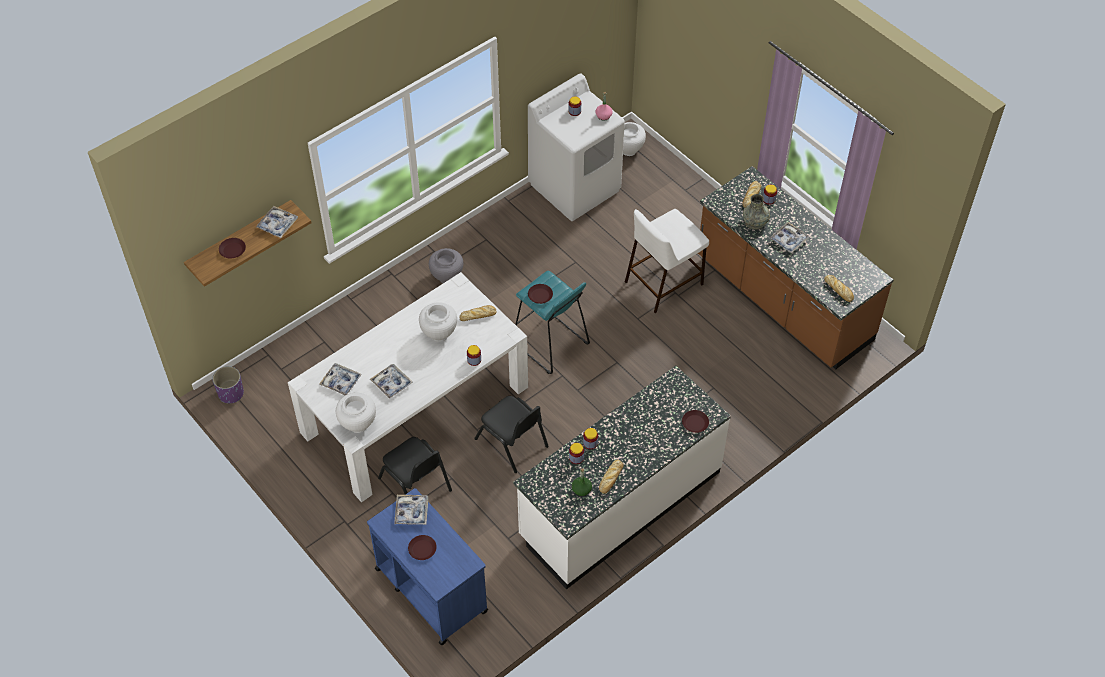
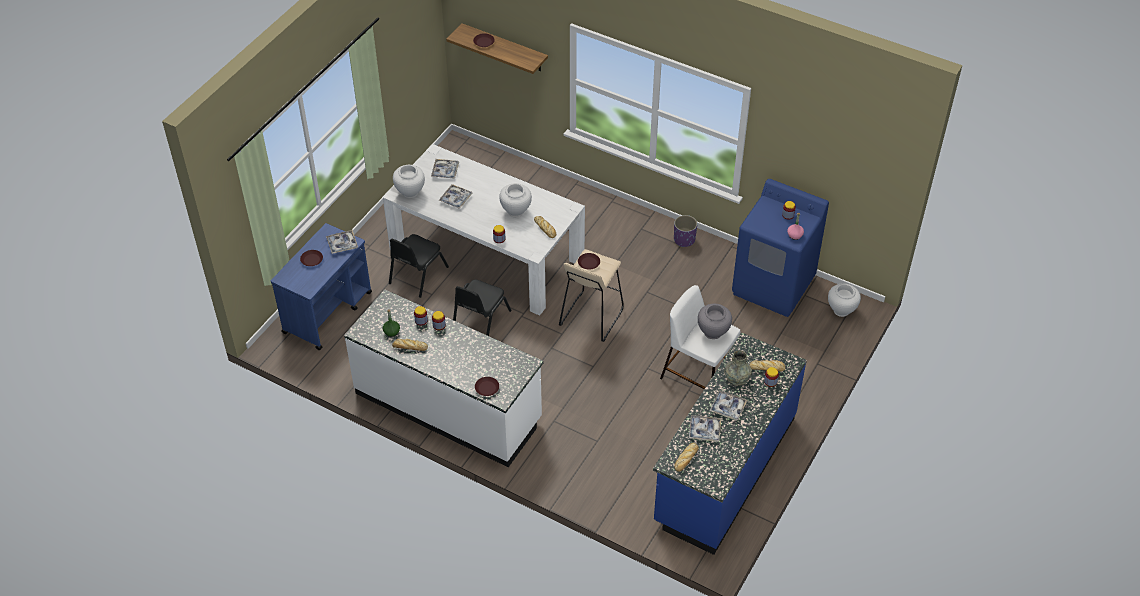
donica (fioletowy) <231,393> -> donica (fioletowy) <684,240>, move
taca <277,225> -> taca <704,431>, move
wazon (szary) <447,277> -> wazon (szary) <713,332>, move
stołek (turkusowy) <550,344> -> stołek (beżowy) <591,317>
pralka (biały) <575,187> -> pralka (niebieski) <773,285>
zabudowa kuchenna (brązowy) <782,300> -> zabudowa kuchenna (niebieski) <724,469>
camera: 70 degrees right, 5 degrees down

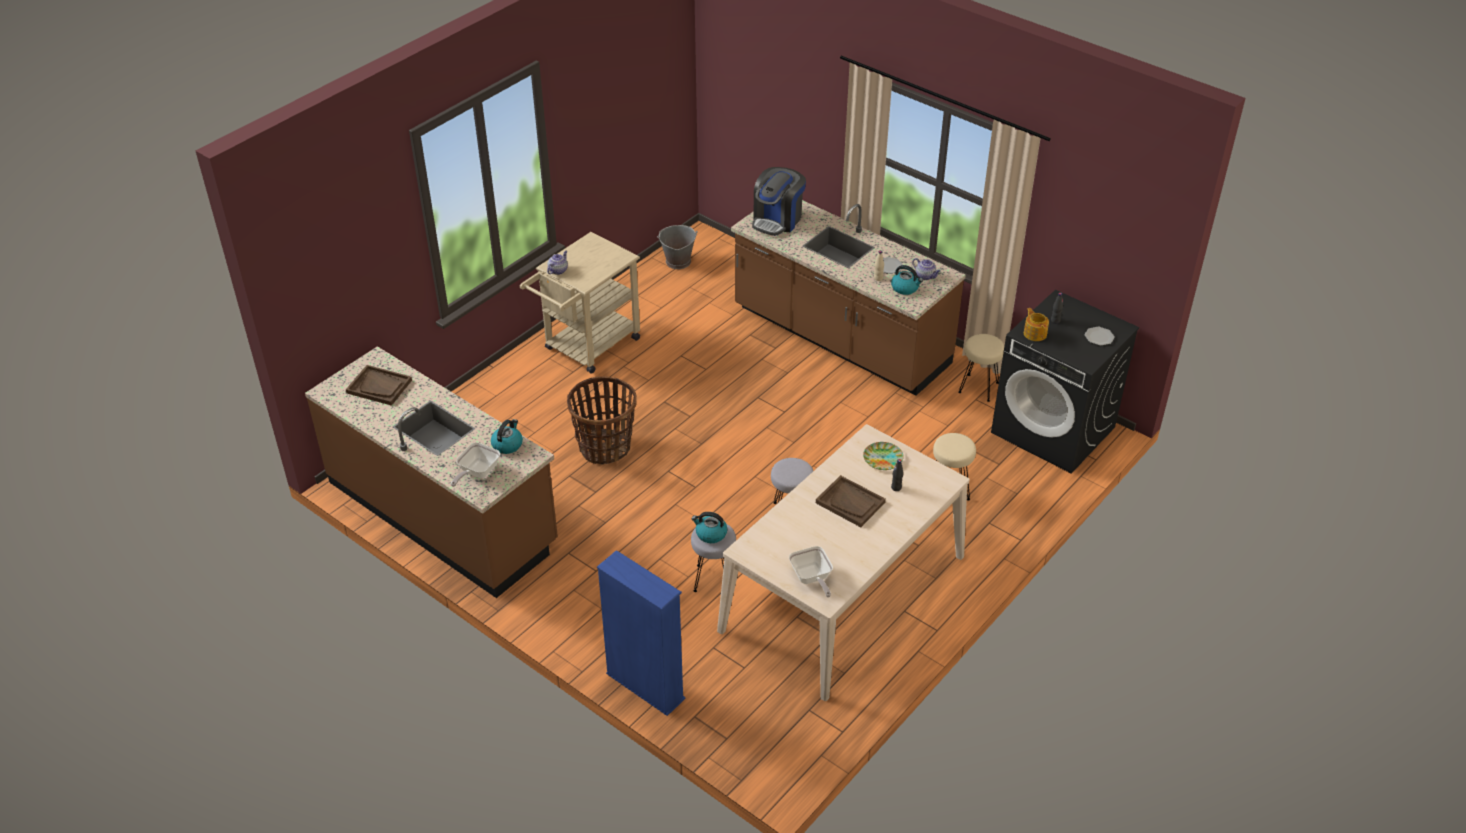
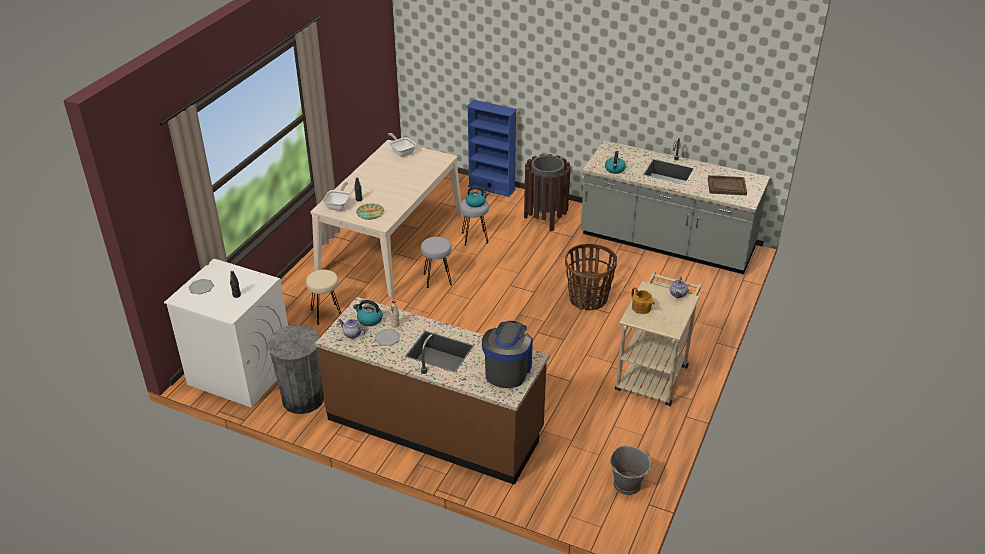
taca (brązowy) <850,502> -> none
none -> kosz na śmieci (brązowy) <545,218>
patelnia <477,473> -> patelnia <339,205>, move
imbryk <1035,333> -> imbryk <641,308>, move
stołek (beżowy) <979,388> -> kosz na śmieci (szary) <303,399>
zabudowa kuchenna (brązowy) <443,513> -> zabudowa kuchenna (szary) <666,243>
pralka (czarny) <1054,430> -> pralka (biały) <240,373>
camera: 165 degrees right, 5 degrees down

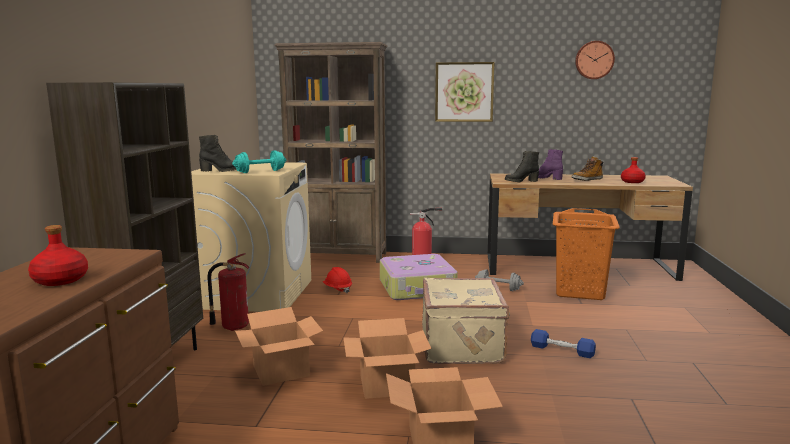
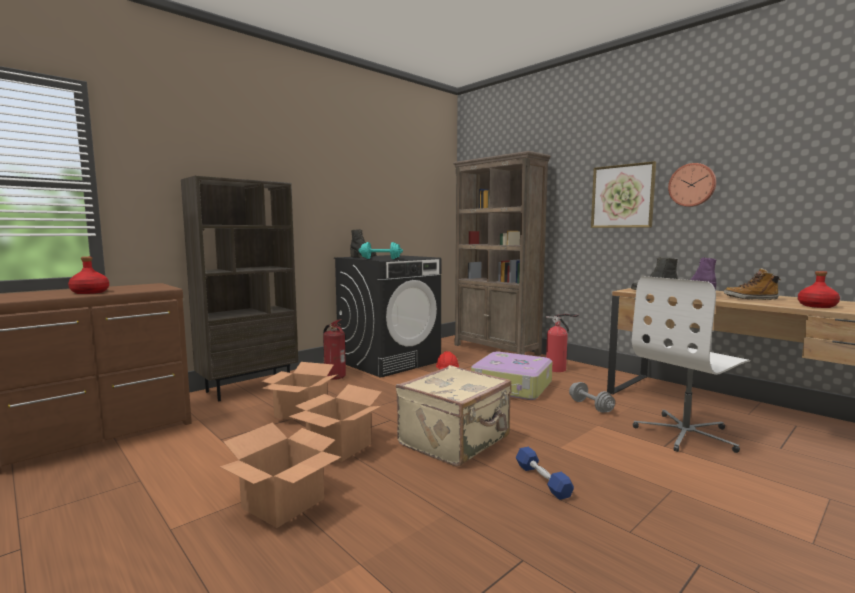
zegar ścienny <594,60> -> zegar ścienny <692,185>, move
kosz na pranie (pomarańczowy) <579,291> -> krzesło biurowe (biały) <686,434>
pralka (beżowy) <257,294> -> pralka (czarny) <389,361>
camera: 40 degrees right, 5 degrees down

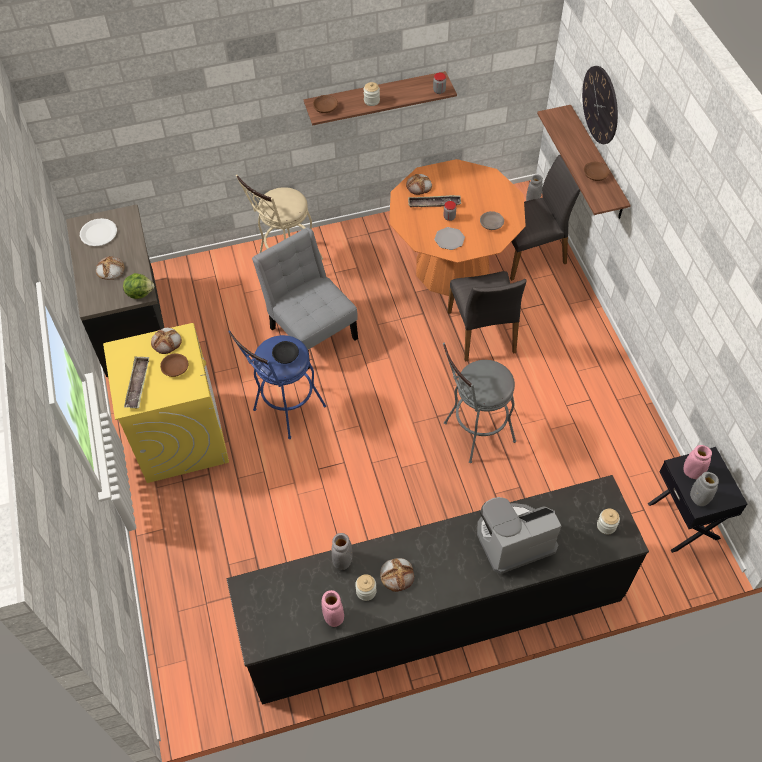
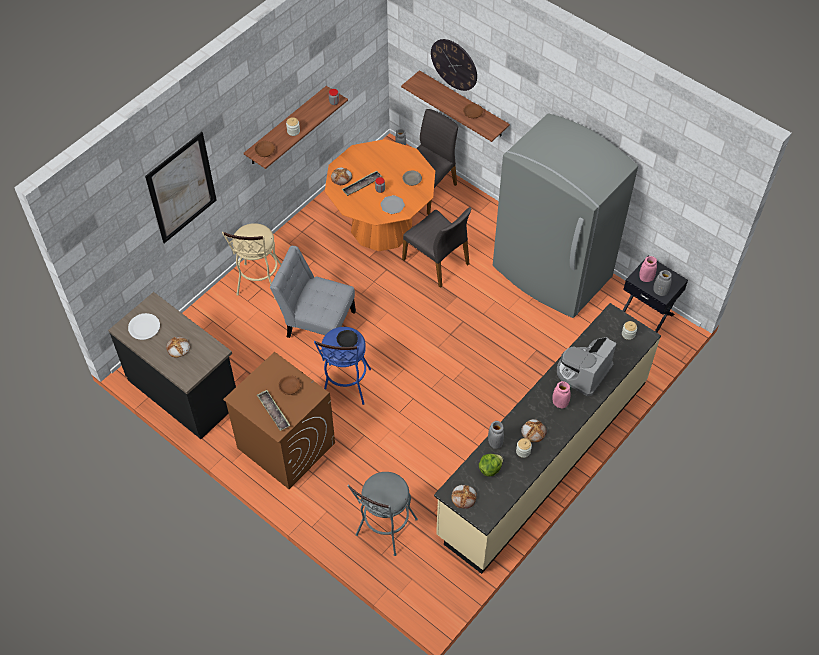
none -> obraz <182,188>
none -> lodówka (szary) <551,273>
sałata <140,293> -> sałata <490,468>, move
chleb <167,342> -> chleb <464,497>, move
wazon (różowy) <333,617> -> wazon (różowy) <560,403>, move
stołek (szary) <473,434> -> stołek (szary) <383,531>, move
pralka (żółty) <180,436> -> pralka (brązowy) <285,445>
zabudowa kuchenna (czarny) <434,614> -> zabudowa kuchenna (beżowy) <543,457>
camera: 35 degrees left, 0 degrees up

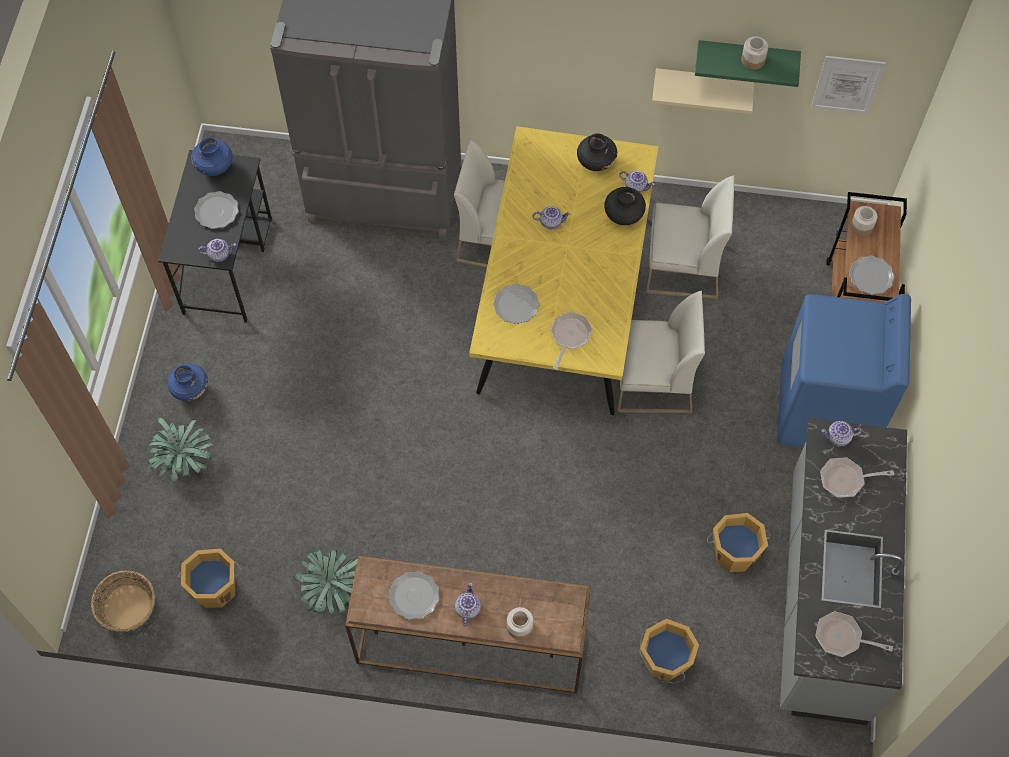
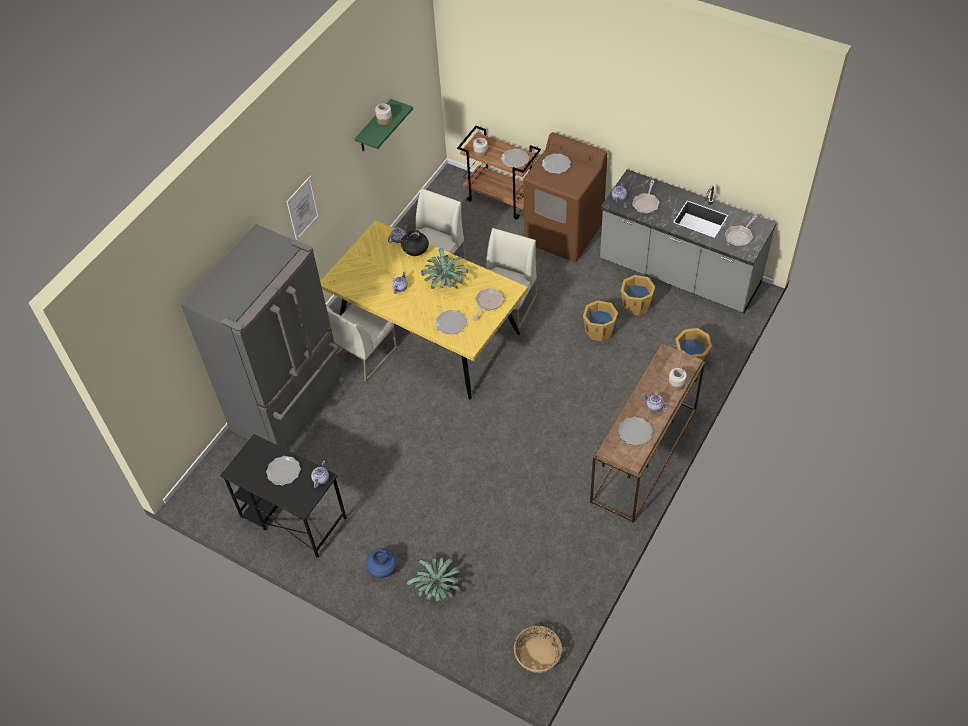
wazon (niebieski) <215,167> -> none
wazon (czarny) <595,162> -> none
półka (beżowy) <703,84> -> none
none -> talerz <556,165>
wiadro (pomarańczowy) <215,587> -> wiadro (pomarańczowy) <598,331>, move
roślina doniczkowa <332,589> -> roślina doniczkowa <445,282>, move
obraz <847,84> -> obraz <303,208>, move
pralka (niebieski) <826,410> -> pralka (brązowy) <564,234>
patelnia <569,337> -> patelnia <487,303>, 75 degrees clockwise
camera: 65 degrees left, 10 degrees down

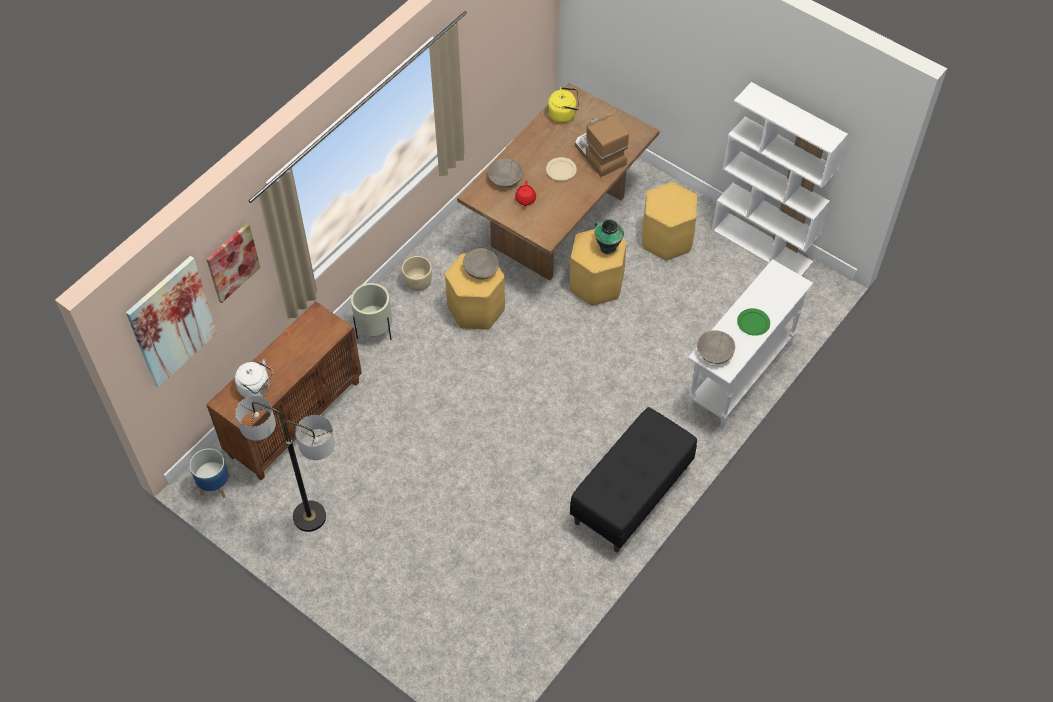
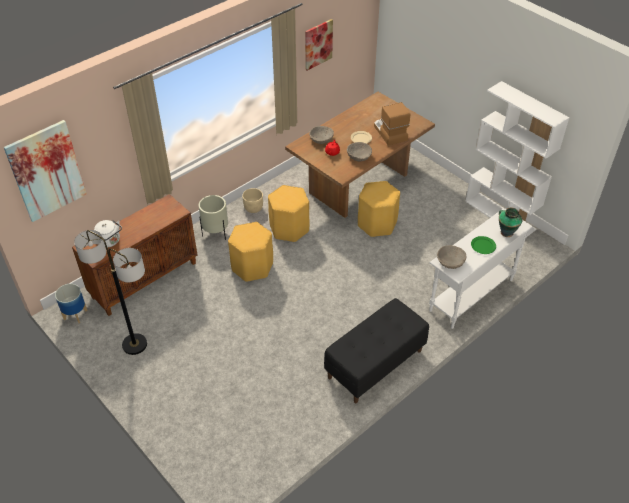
czajnik (żółty) <564,114> -> none
obraz <232,262> -> obraz <318,44>, move
miska (beżowy) <481,269> -> miska (beżowy) <359,155>, move
wazon <607,247> -> wazon <506,232>, move
stołek (żółty) <666,239> -> stołek (żółty) <252,267>, move
camera: 10 degrees right, 10 degrees down

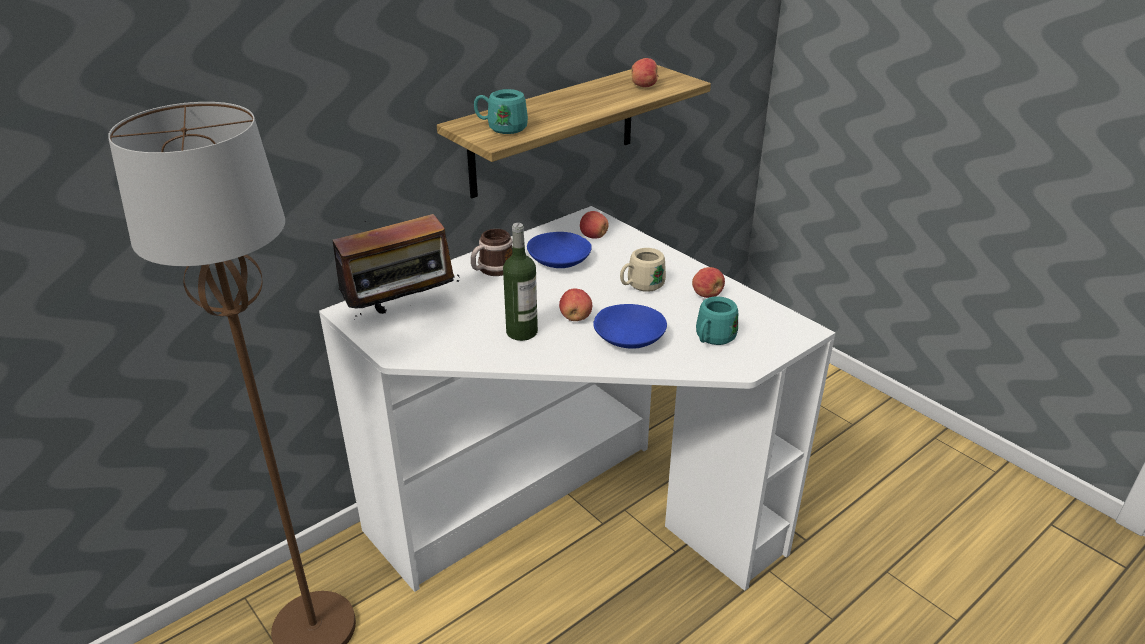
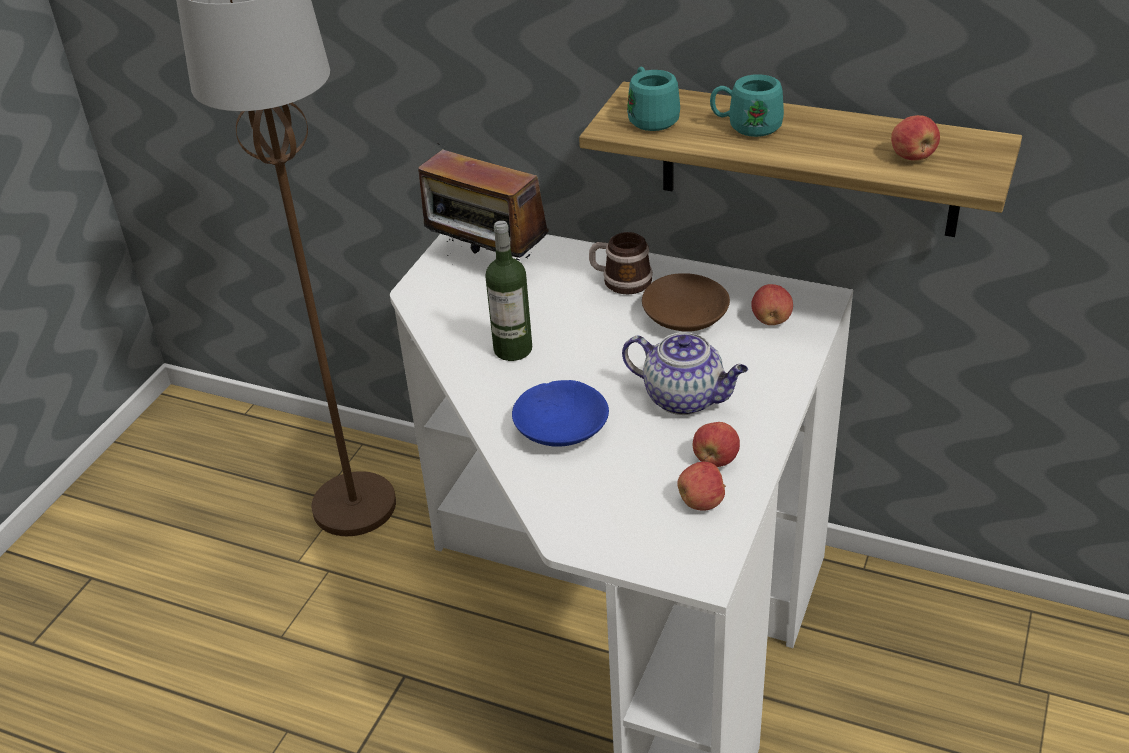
jabłko <575,317> -> jabłko <702,502>, move
kubek (turkusowy) <712,339> -> kubek (turkusowy) <746,127>, move
kubek (beżowy) <640,286> -> imbryk <685,398>
miska (niebieski) <560,261> -> miska (brązowy) <686,318>
camera: 65 degrees right, 5 degrees up

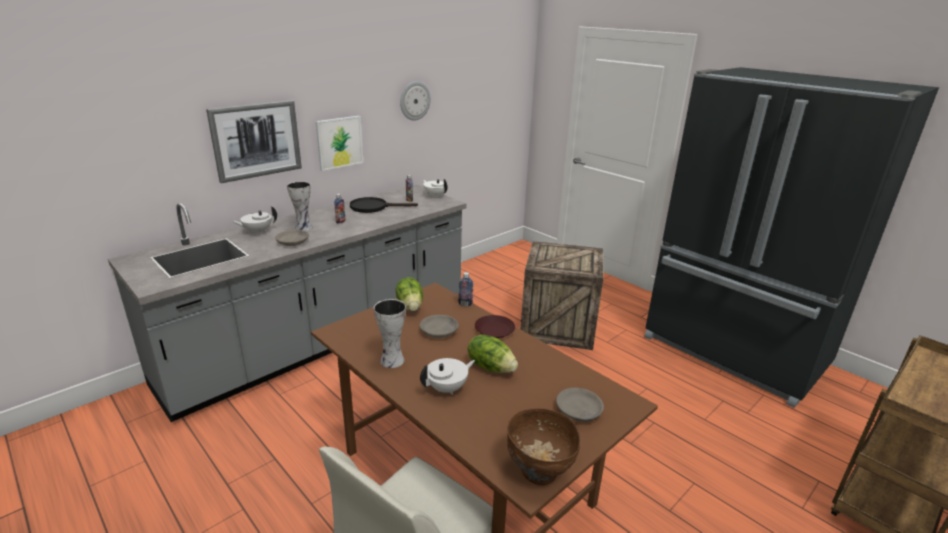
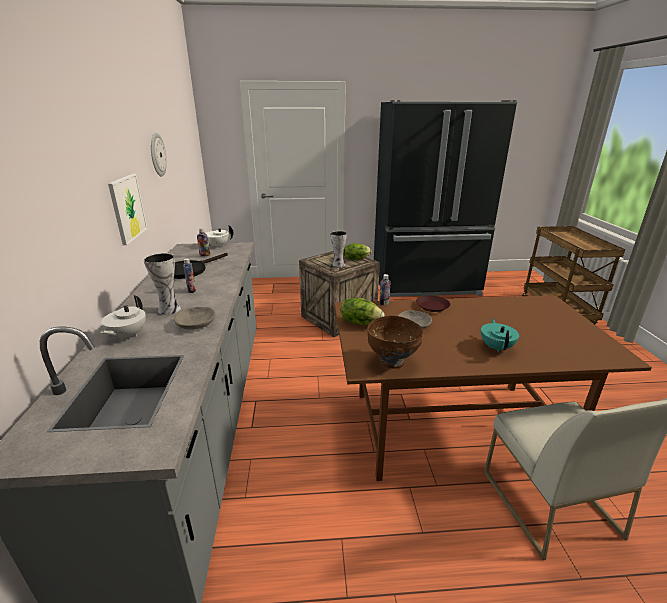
obraz <256,140> -> none
miska (szary) <578,411> -> none
wazon <391,360> -> wazon <338,265>, move
sałata <491,367> -> sałata <356,259>, move
miska (brązowy) <539,472> -> miska (brązowy) <392,362>, move
imbryk (biały) <447,388> -> imbryk (turkusowy) <496,347>
camera: 50 degrees left, 0 degrees up

